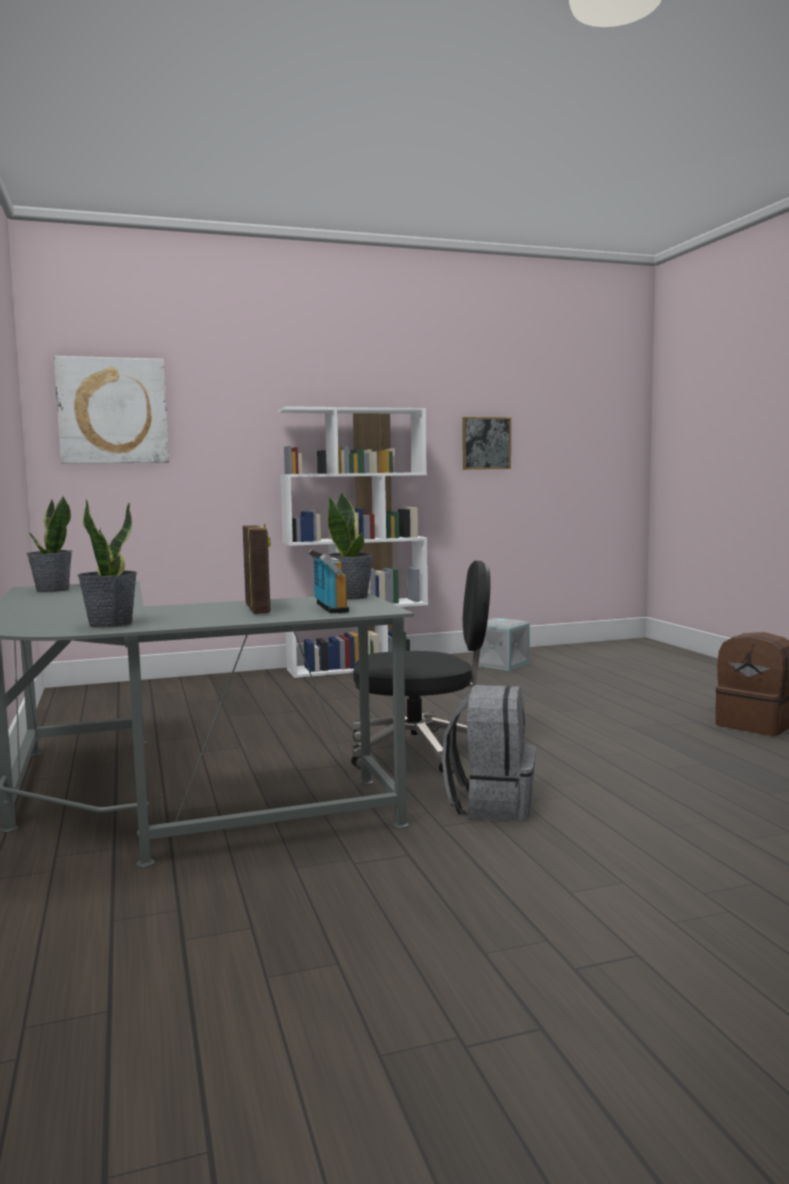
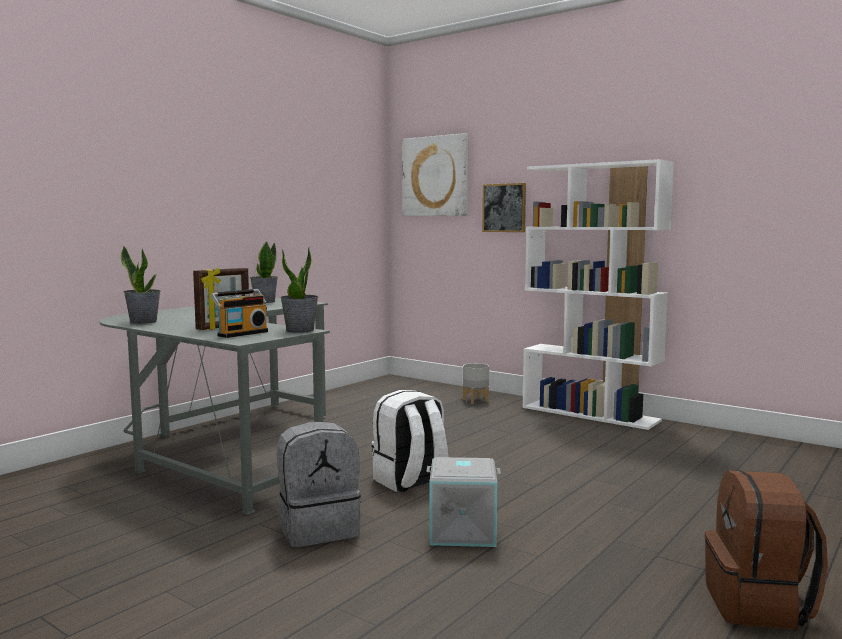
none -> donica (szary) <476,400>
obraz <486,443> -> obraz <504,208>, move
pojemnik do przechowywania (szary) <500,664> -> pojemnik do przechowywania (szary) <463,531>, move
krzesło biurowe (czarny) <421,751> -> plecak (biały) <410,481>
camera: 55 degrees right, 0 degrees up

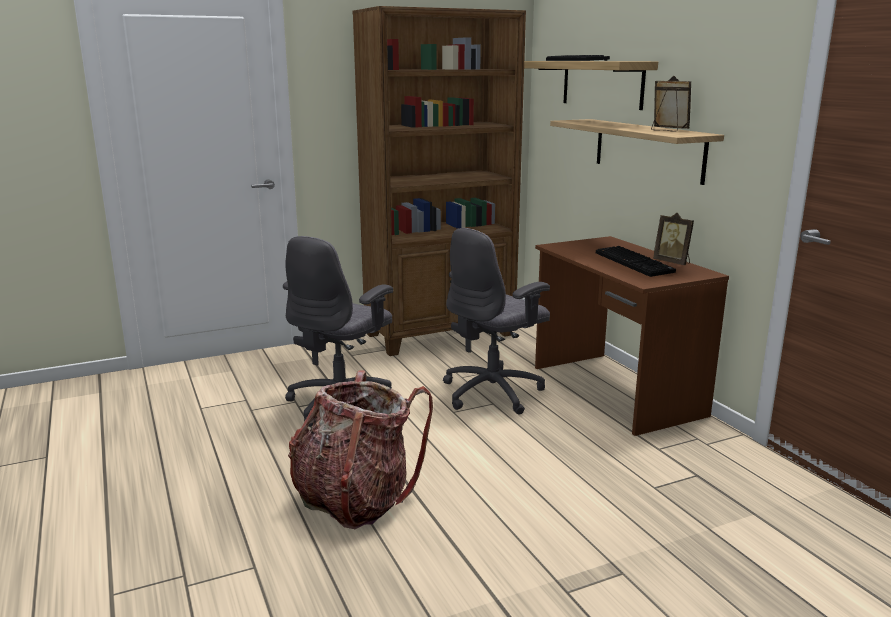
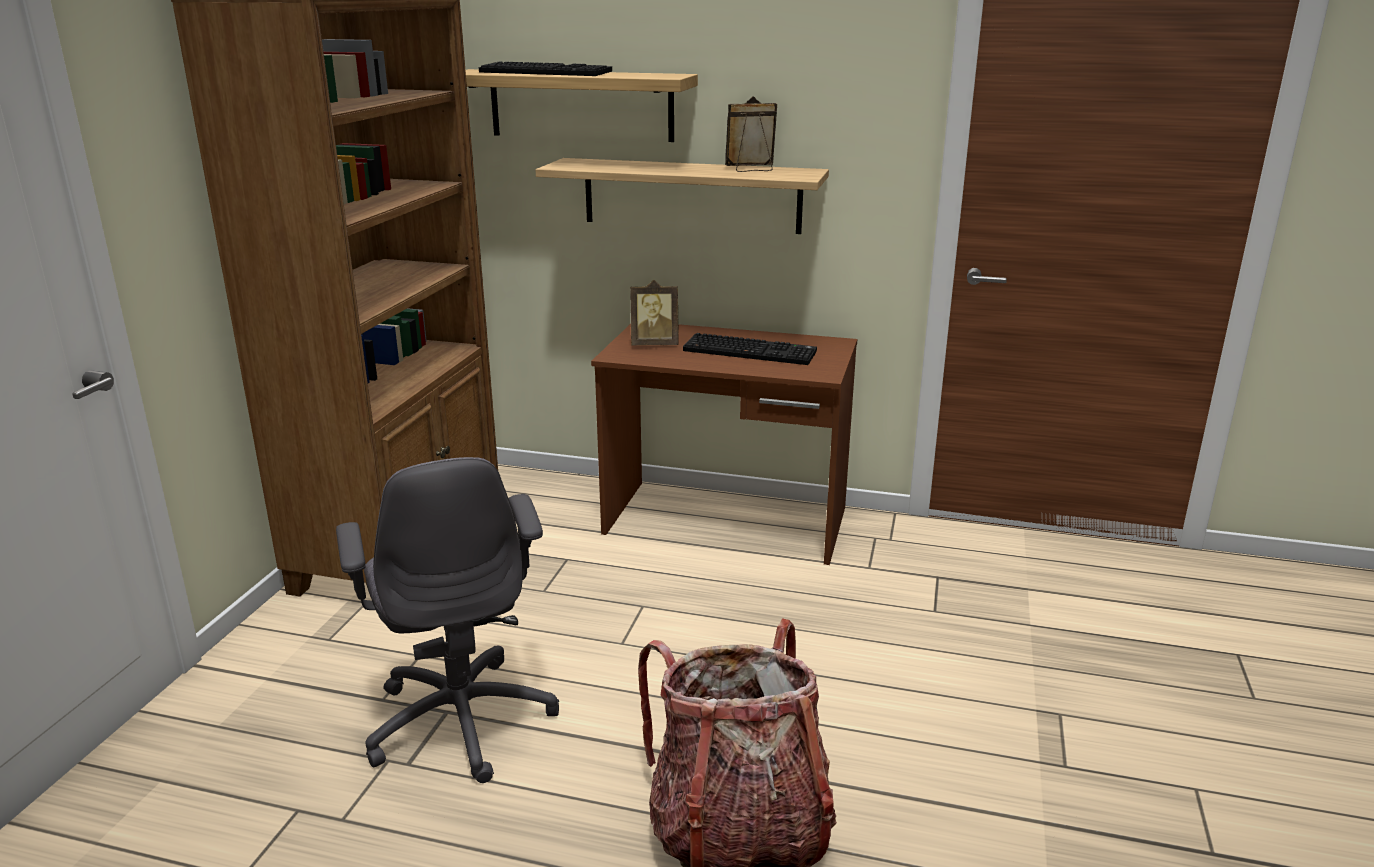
krzesło biurowe (szary) <493,392> -> none
ramka na zdjęcie <673,262> -> ramka na zdjęcie <654,344>, move
camera: 50 degrees left, 5 degrees up

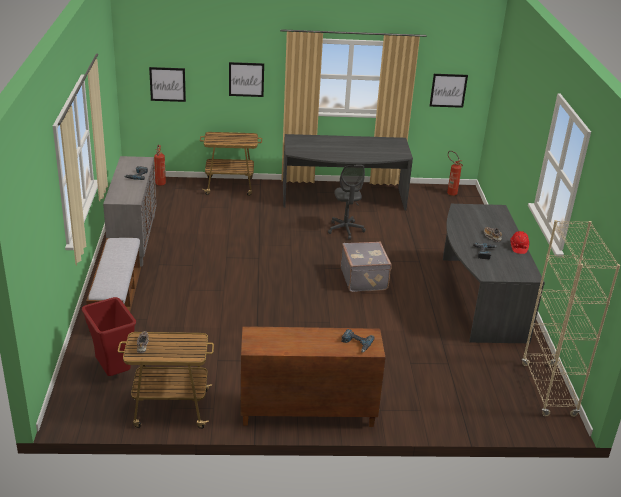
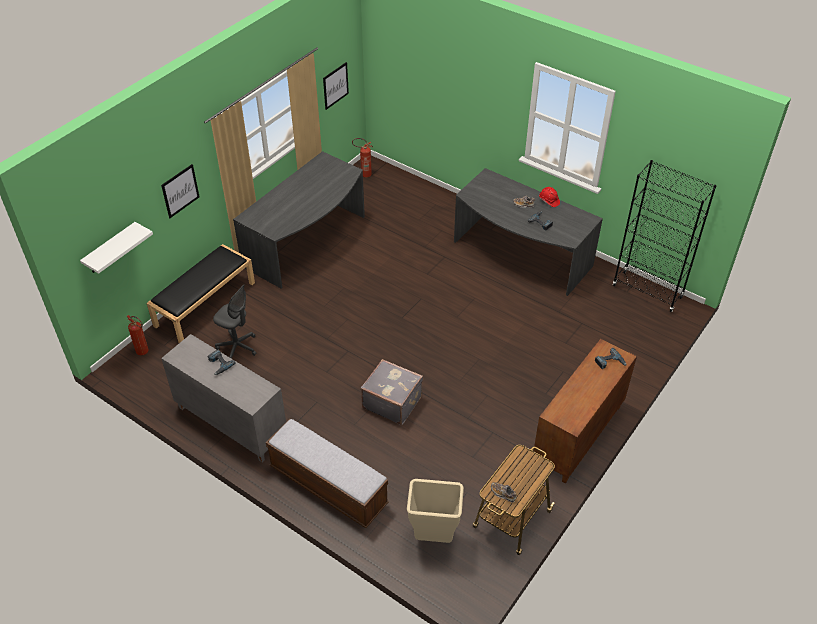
krzesło biurowe (szary) <345,230> -> krzesło biurowe (szary) <237,347>, move
walizka (szary) <364,279> -> walizka (szary) <392,401>, move
obraz <167,84> -> półka (biały) <110,249>
wózek <230,186> -> ławka (czarny) <205,303>
kosz na śmieci (czerwony) <113,372> -> kosz na śmieci (beżowy) <433,537>
regał (beżowy) <548,390> -> regał (czarny) <647,291>
camera: 50 degrees left, 15 degrees up

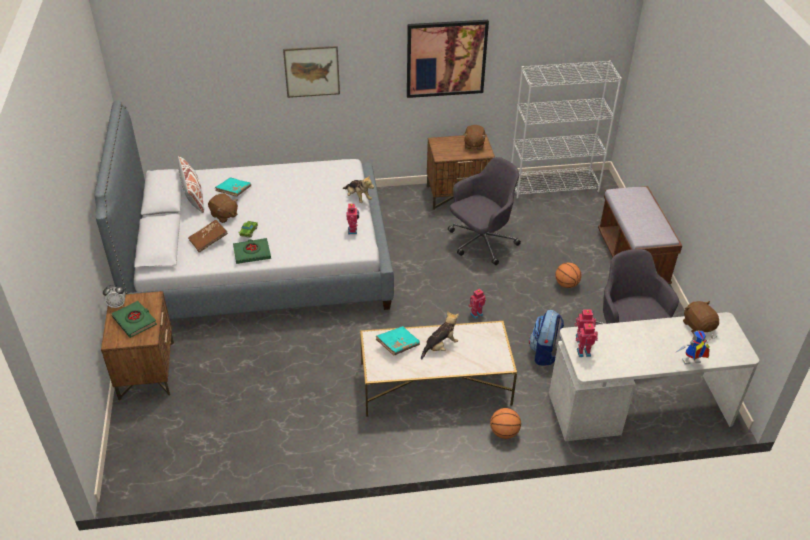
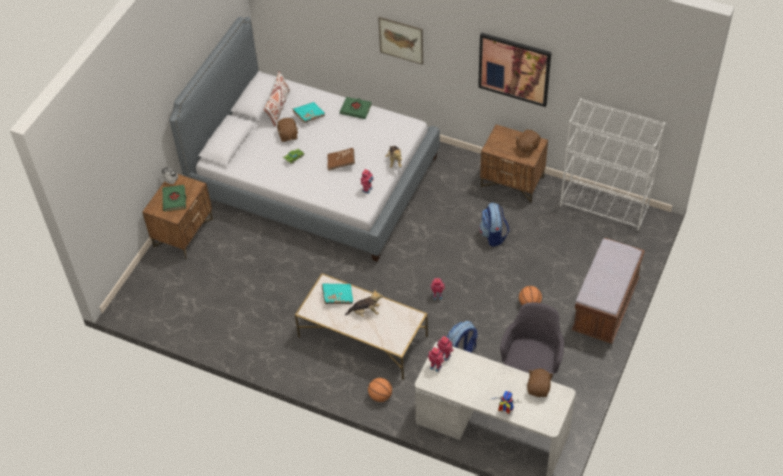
książka (brązowy) <208,241> -> książka (brązowy) <341,162>, move
książka (zielony) <252,253> -> książka (zielony) <356,109>, move
krzesło biurowe (szary) <481,243> -> plecak <493,235>
camera: 35 degrees right, 10 degrees up

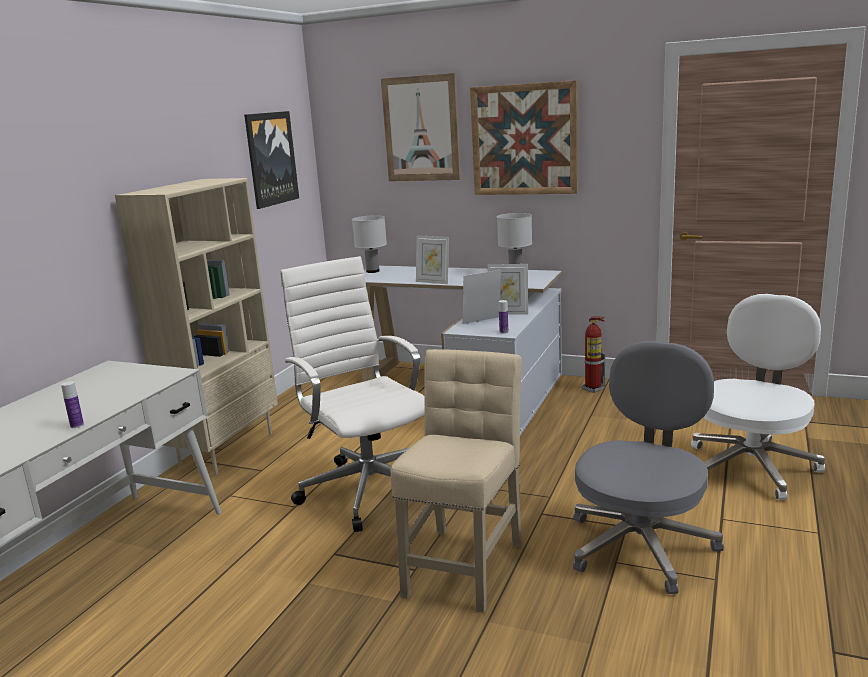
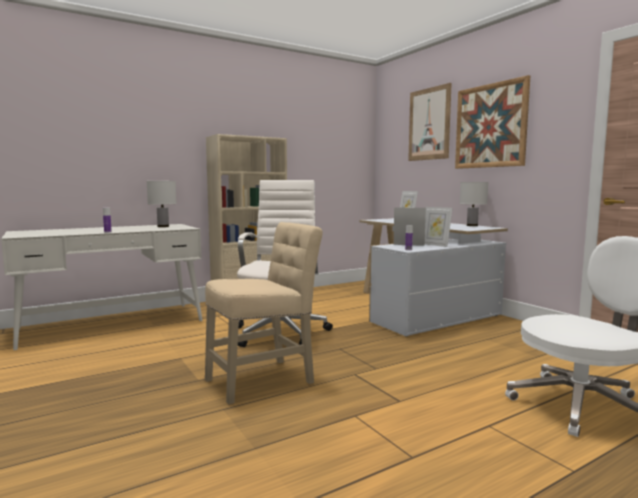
obraz <271,159> -> none
krzesło biurowe (szary) <641,544> -> none
gaśnica <593,389> -> none
lampa stołowa (biały) <372,271> -> lampa stołowa (biały) <162,226>, move
camera: 35 degrees right, 10 degrees down

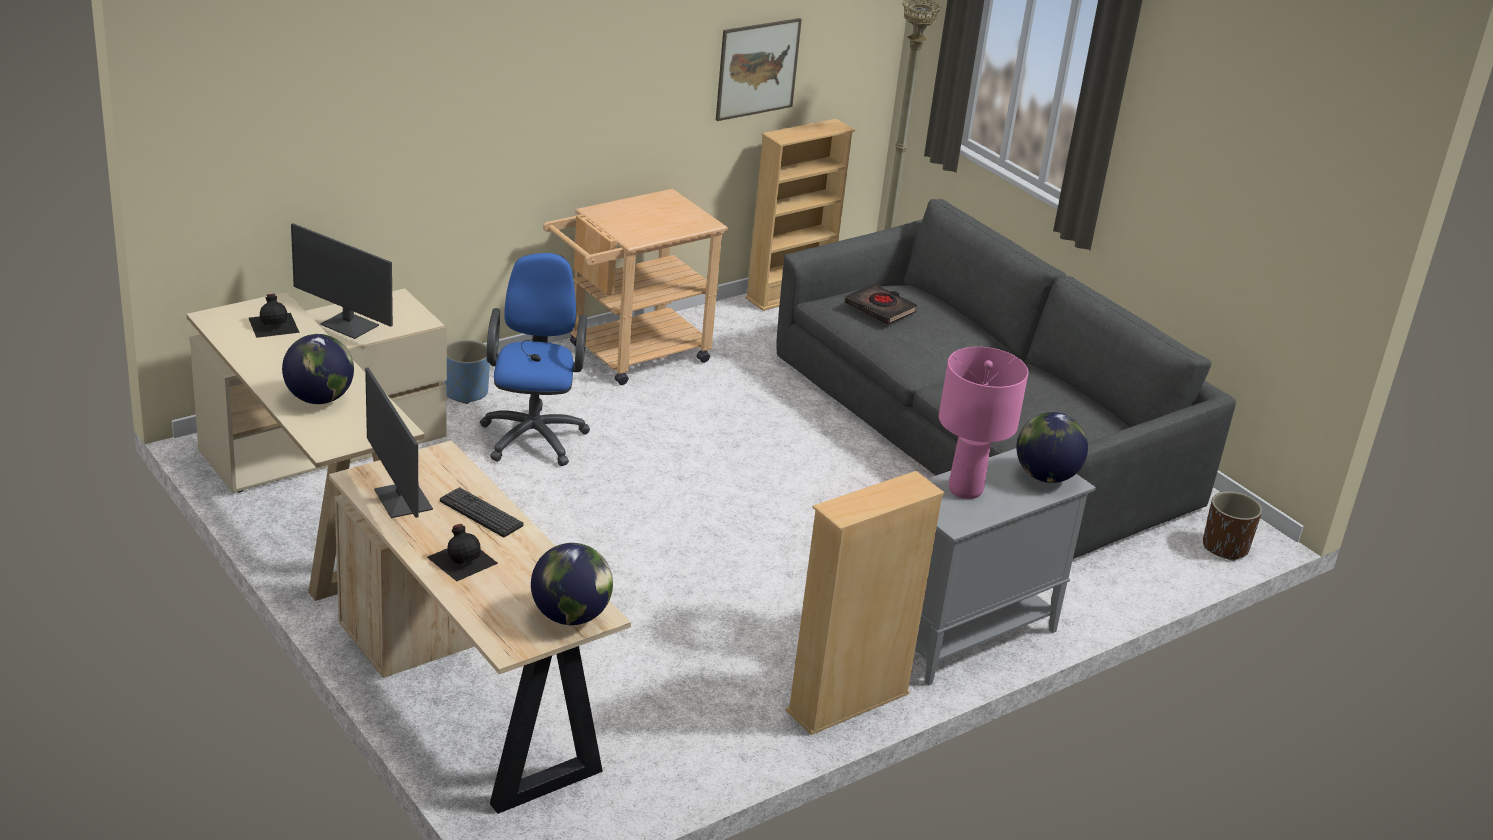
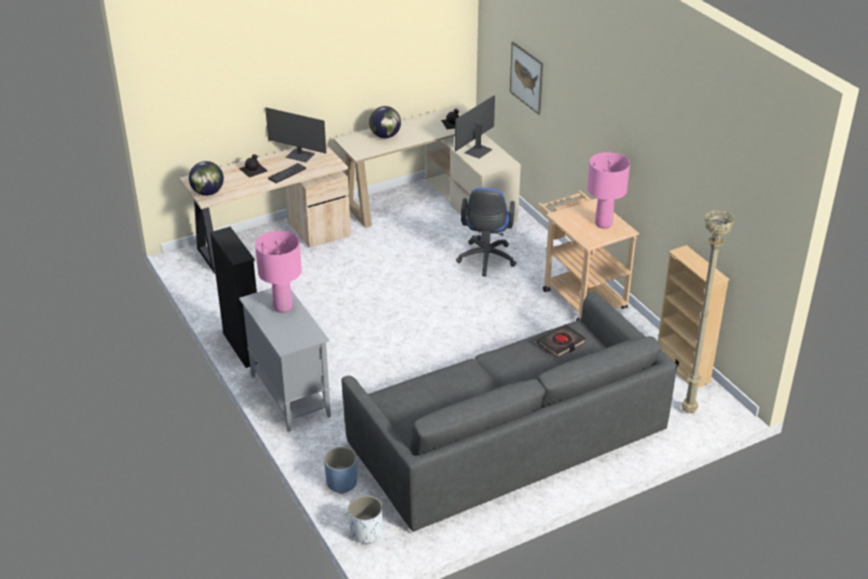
globus <1045,477> -> none
none -> lampa stołowa (różowy) <603,224>
donica (niebieski) <466,393> -> donica (niebieski) <342,483>, move
obraz <757,68> -> obraz <526,77>, move
regał (beżowy) <848,703> -> regał (czarny) <243,347>
donica (brązowy) <1225,547> -> donica (biały) <366,532>
monitor <401,500> -> monitor <300,156>, 135 degrees counterclockwise
krzesło biurowe (niebieski) <534,434> -> krzesło biurowe (niebieski) <486,260>, 90 degrees clockwise
camera: 100 degrees right, 5 degrees up

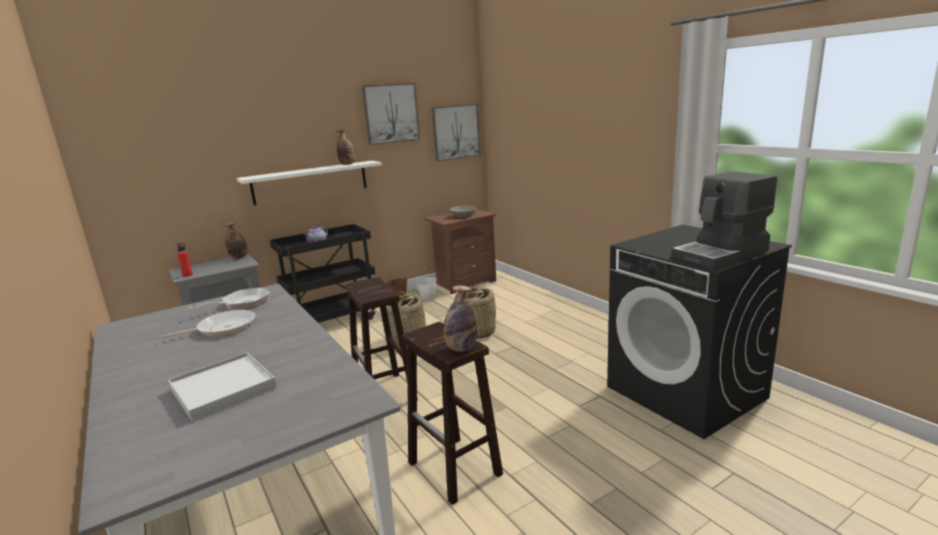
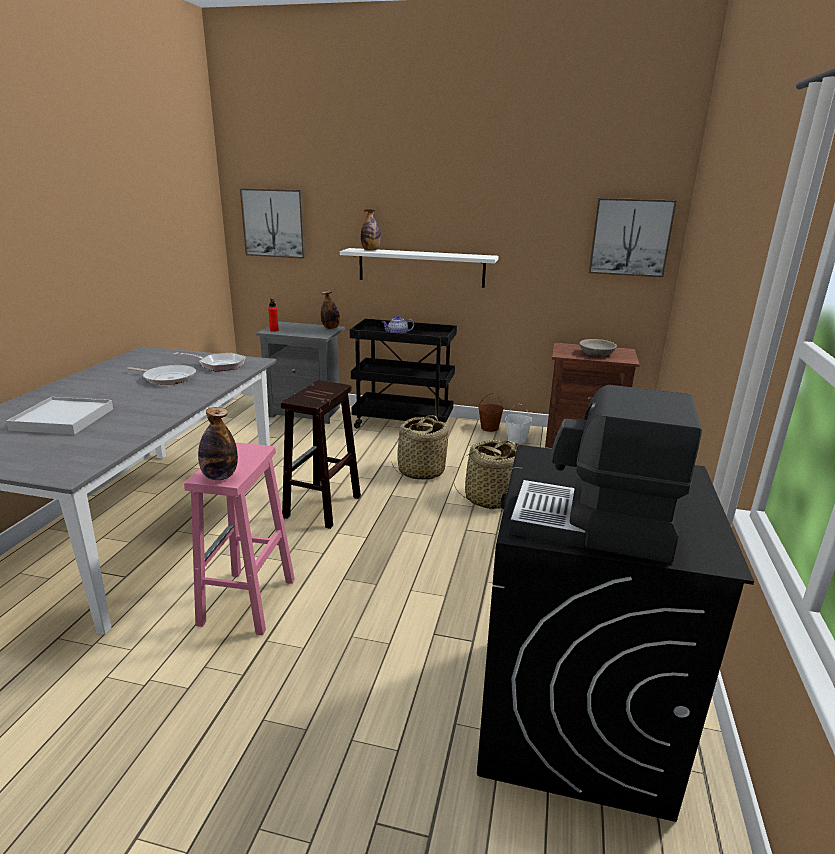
butelka <347,164> -> butelka <371,250>, move
obraz <391,113> -> obraz <274,223>, move
stołek (brązowy) <455,469> -> stołek (różowy) <247,602>
camera: 45 degrees right, 5 degrees up

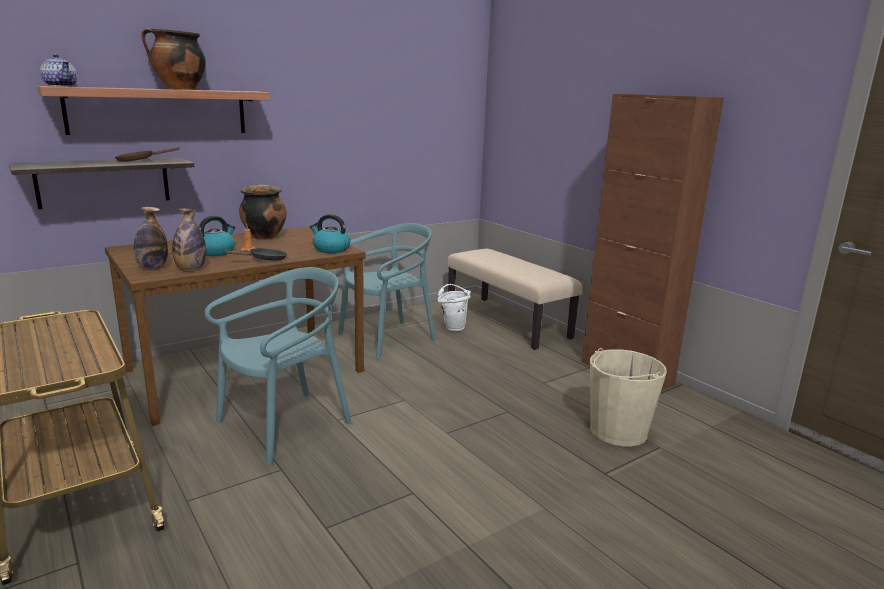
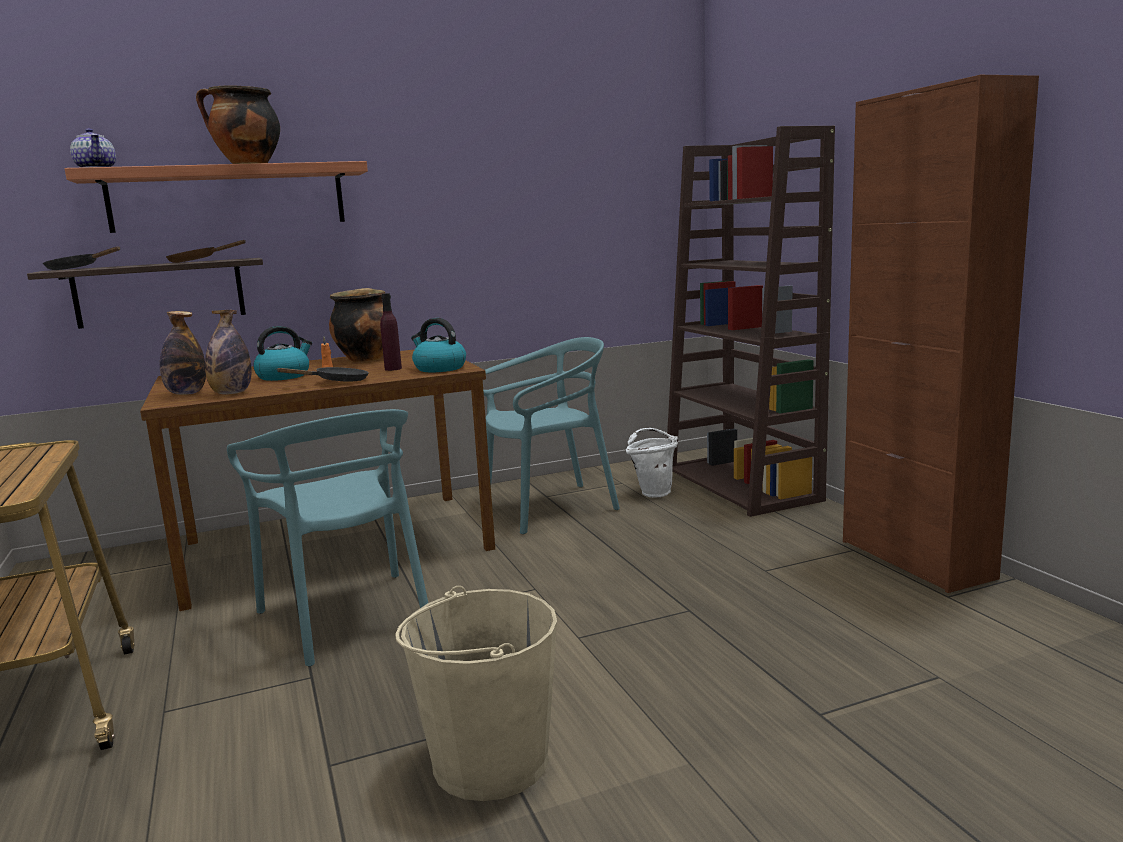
none -> patelnia (czarny) <77,269>
none -> butelka (fioletowy) <393,369>
wiadro (beżowy) <617,431> -> wiadro (beżowy) <489,761>, move
ławka (beżowy) <508,322> -> regał (brązowy) <742,485>
krzesło (turkusowy) <284,425> -> krzesło (turkusowy) <348,617>, 90 degrees clockwise
camera: 15 degrees right, 5 degrees down

